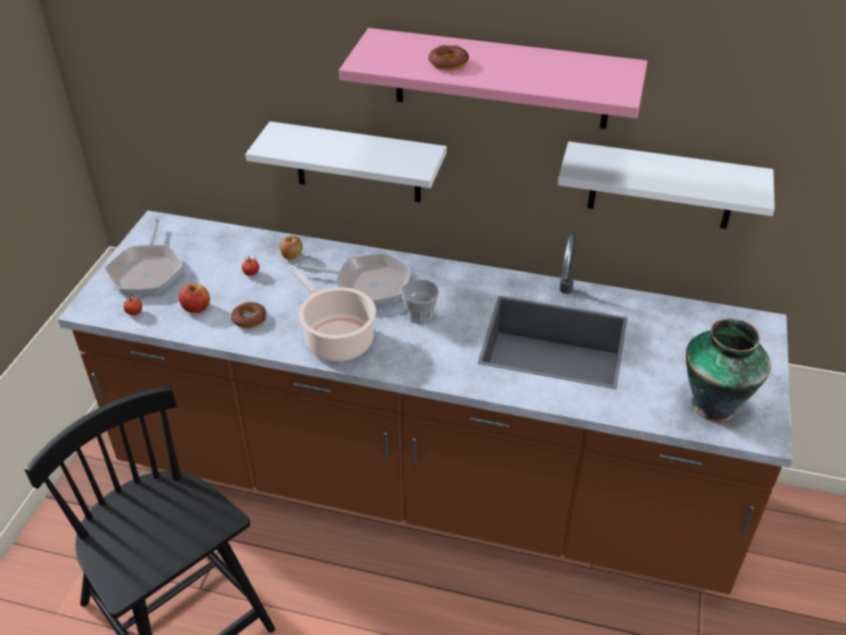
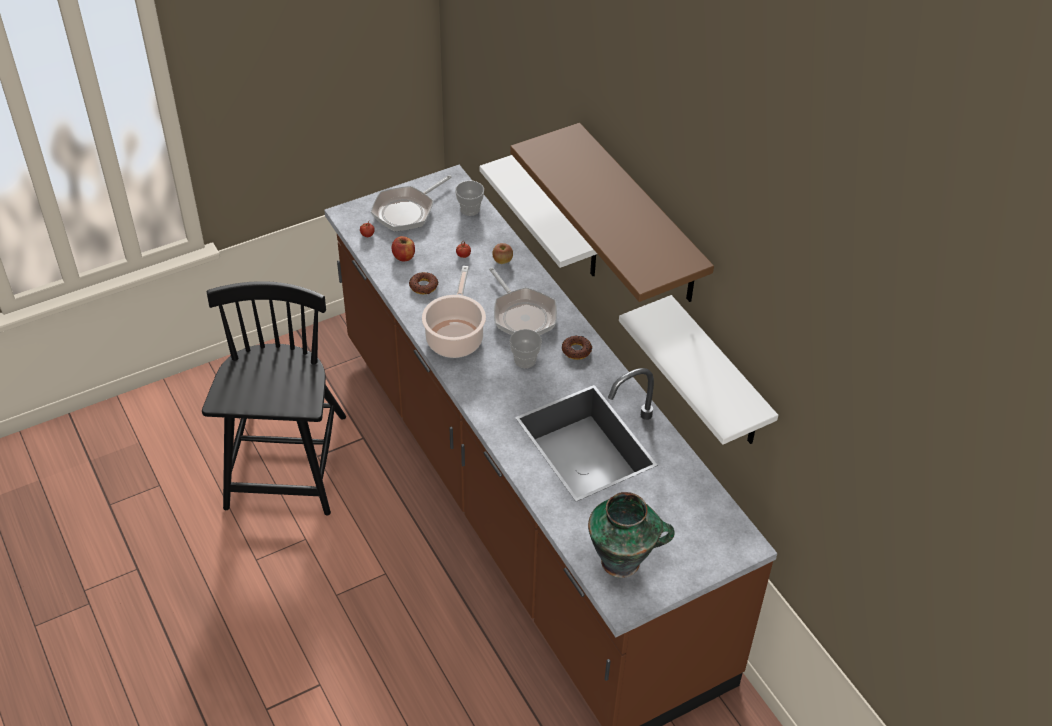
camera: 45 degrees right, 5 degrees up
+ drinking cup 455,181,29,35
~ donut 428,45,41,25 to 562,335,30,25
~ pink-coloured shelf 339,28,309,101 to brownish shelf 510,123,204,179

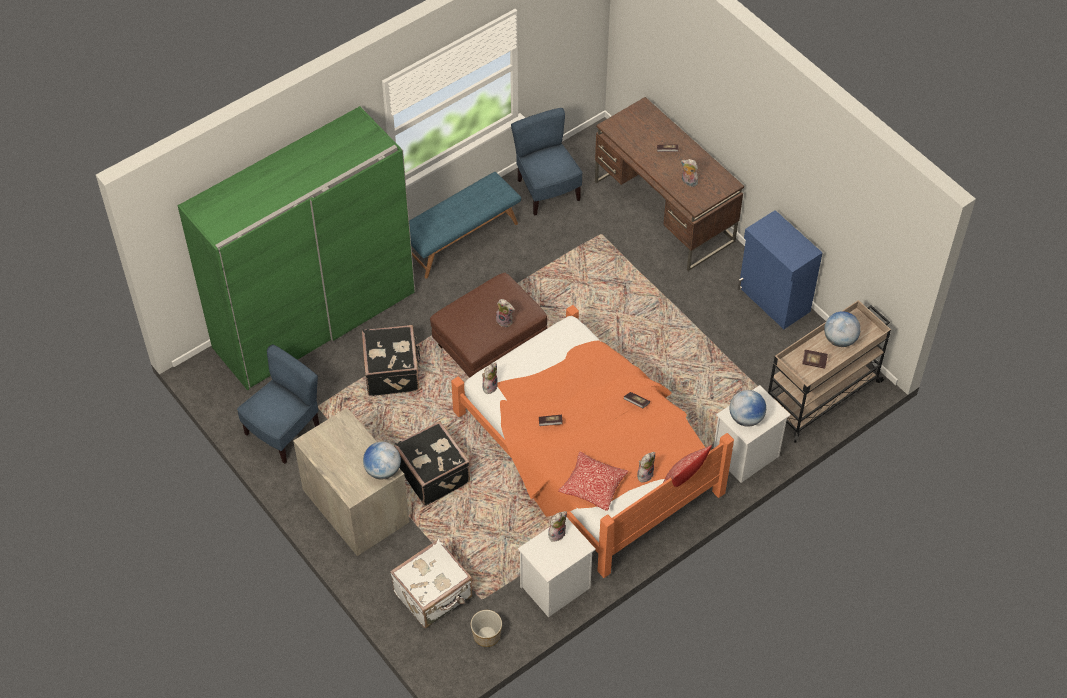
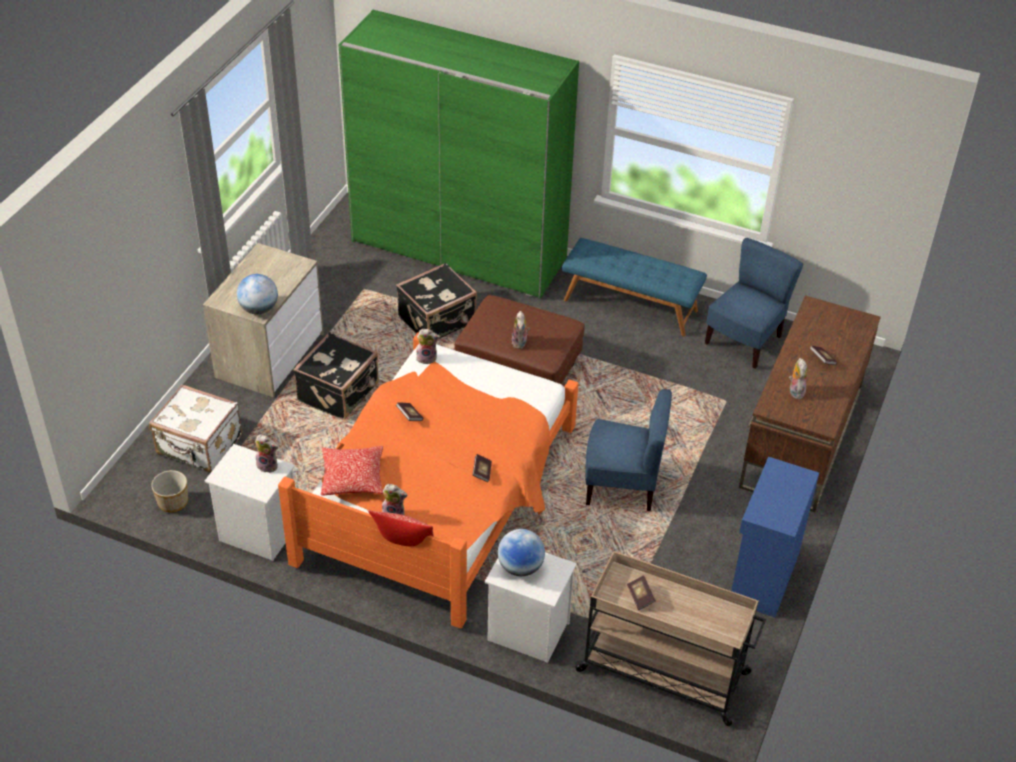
camera: 60 degrees right, 10 degrees down
- world globe 824,311,37,36
~ bluish upright chair 237,344,82,120 to 585,389,87,122

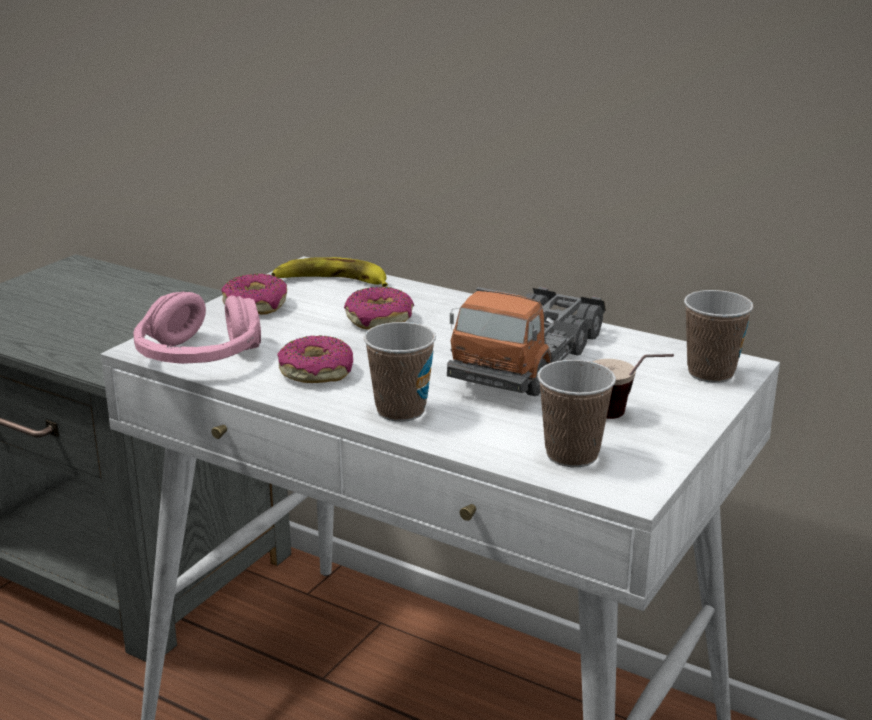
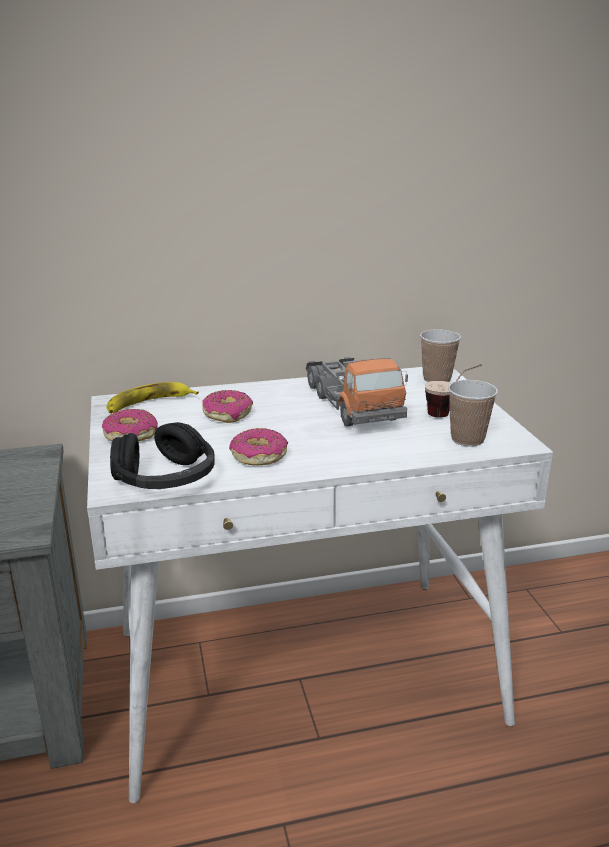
camera: 45 degrees left, 0 degrees up
- drinking cup 363,322,73,100
~ pink-coloured headset 133,292,128,72 to black headset 110,422,105,67

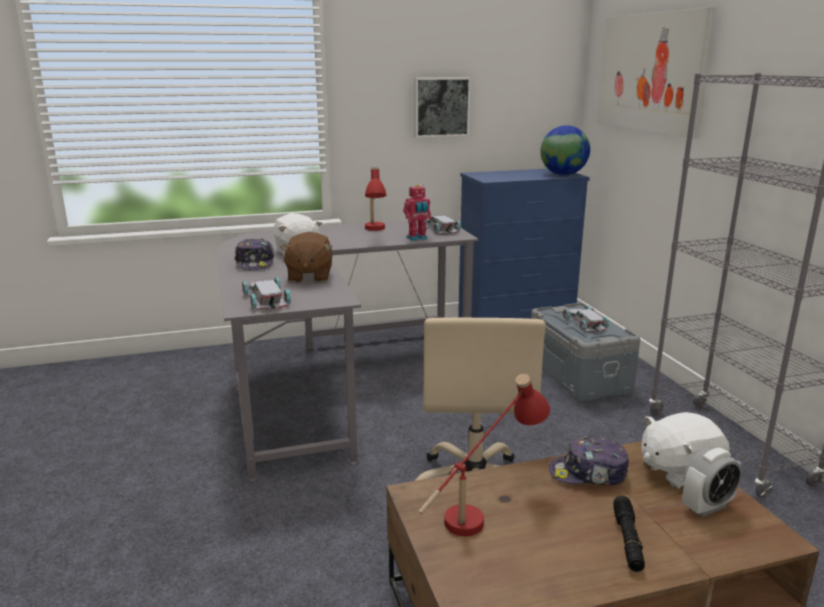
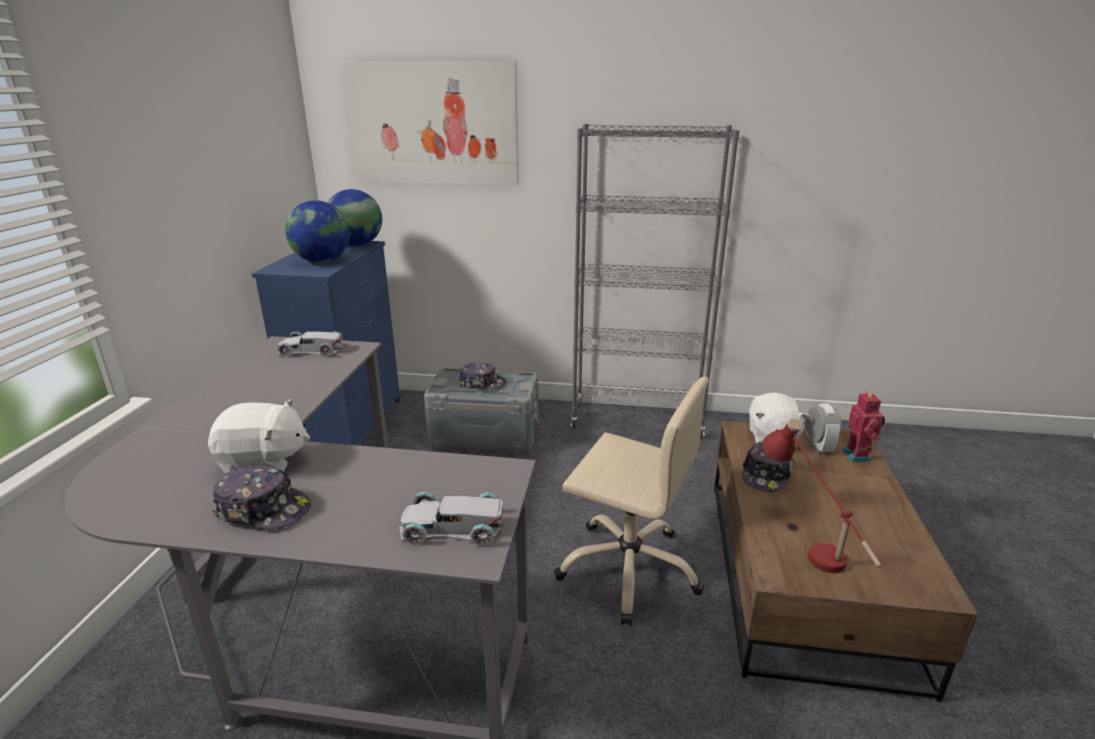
camera: 65 degrees left, 5 degrees up
- brownish soft toy 280,232,53,50
- red-coloured table lamp 365,167,21,64
- picture 414,77,57,61
- black hand torch 613,496,32,76
+ world globe 285,200,65,63
~ model robot 403,185,29,56 to 842,390,43,72
~ white-coloured model car 563,306,46,26 to cap 460,362,47,27

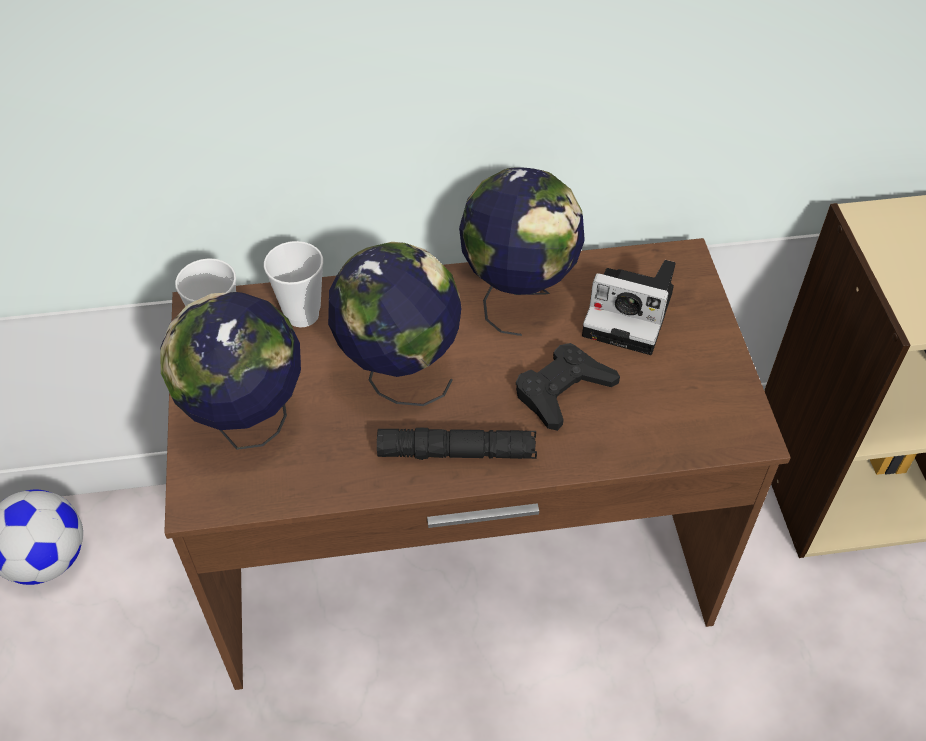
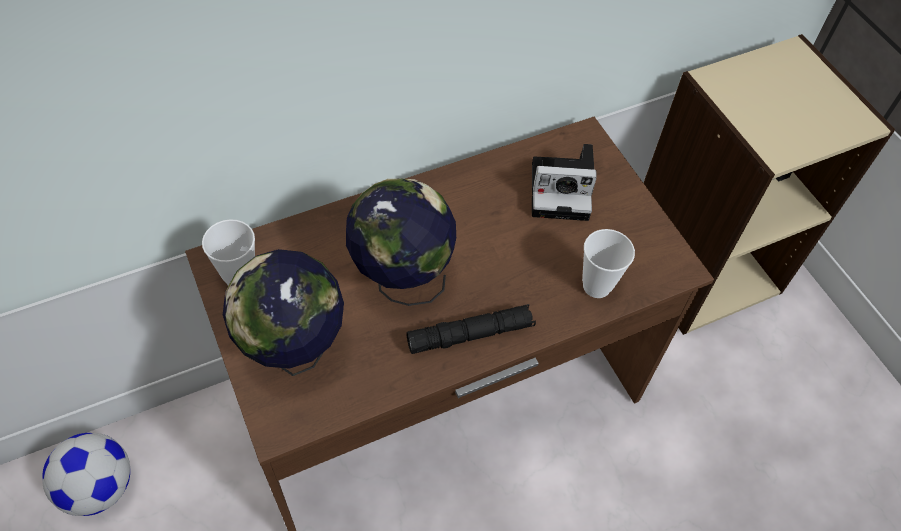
camera: 20 degrees left, 5 degrees up
- world globe 459,167,126,169
- black game controller 516,343,104,88
~ drinking cup 264,241,59,86 to 582,229,53,69

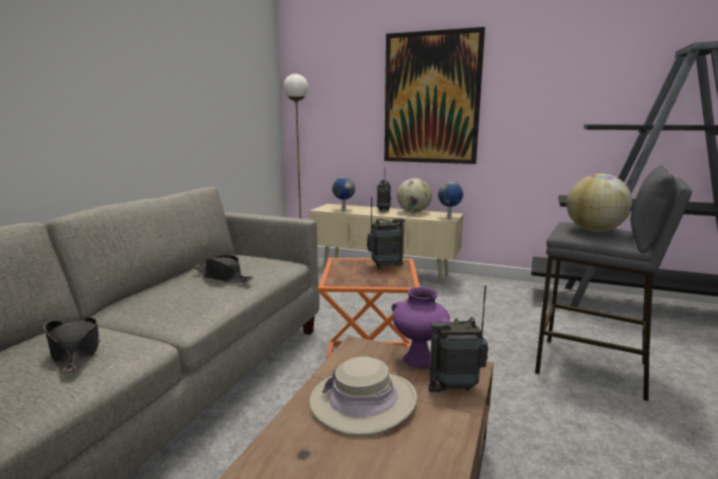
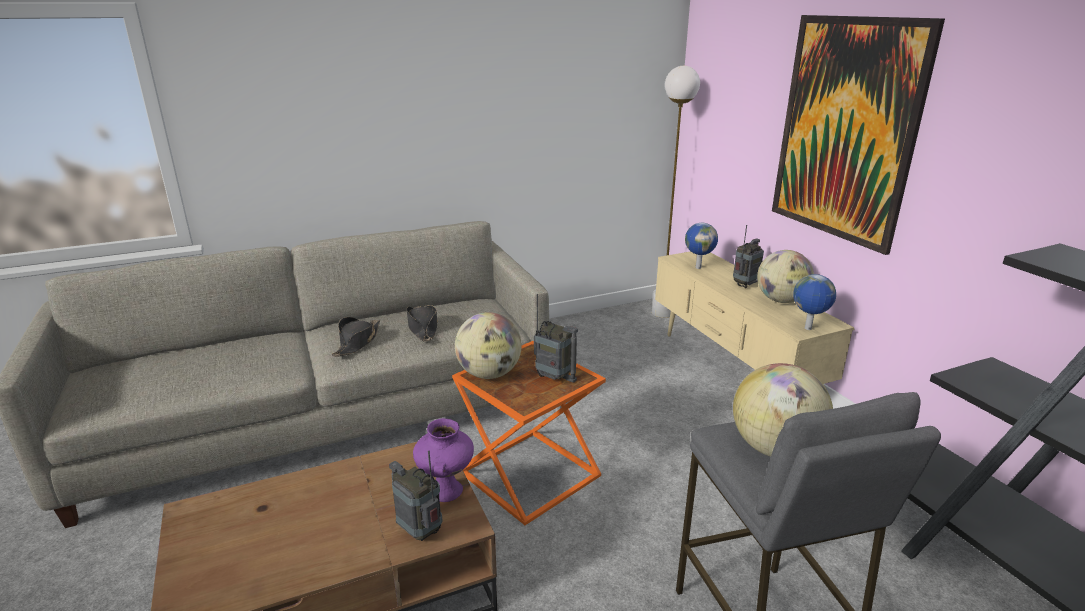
camera: 45 degrees right, 10 degrees up
- sand-coloured clothing hat 309,356,108,81
+ world globe 455,312,67,67
~ black clothing hat 44,317,56,57 to 332,317,48,40

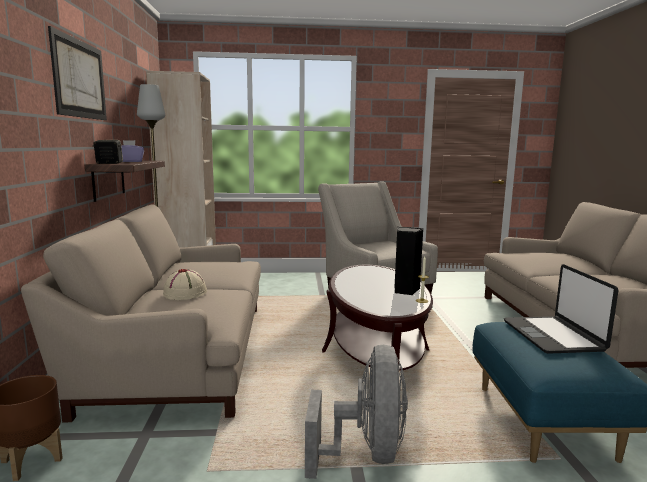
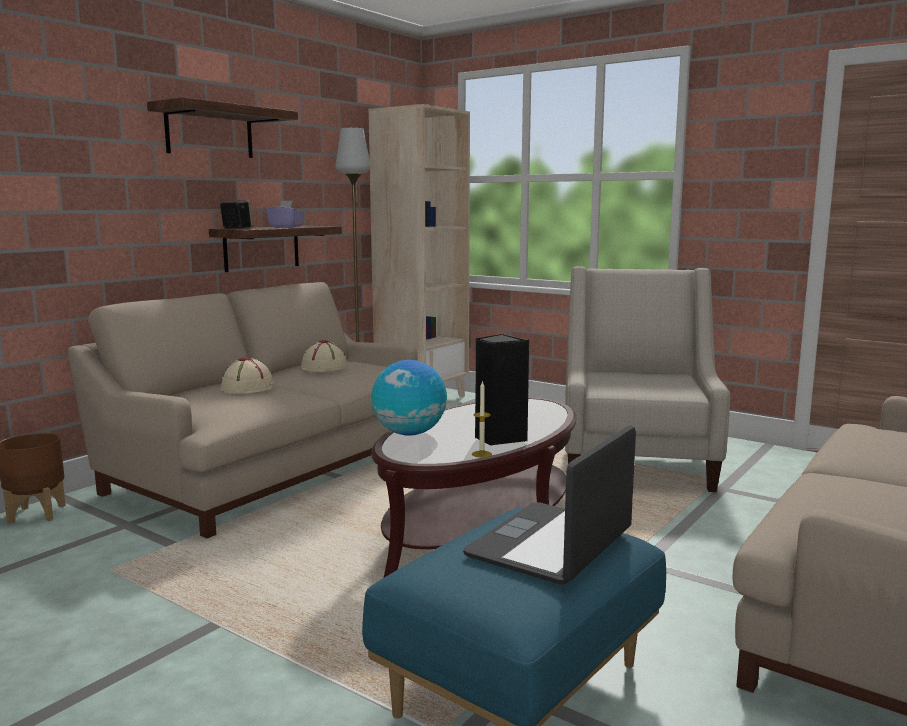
camera: 40 degrees right, 0 degrees up
- greyish electric fan 305,345,103,134
+ sand-coloured clothing hat 301,340,47,32
+ world globe 371,360,76,76
~ picture 48,26,59,94 to shelf 147,97,151,61

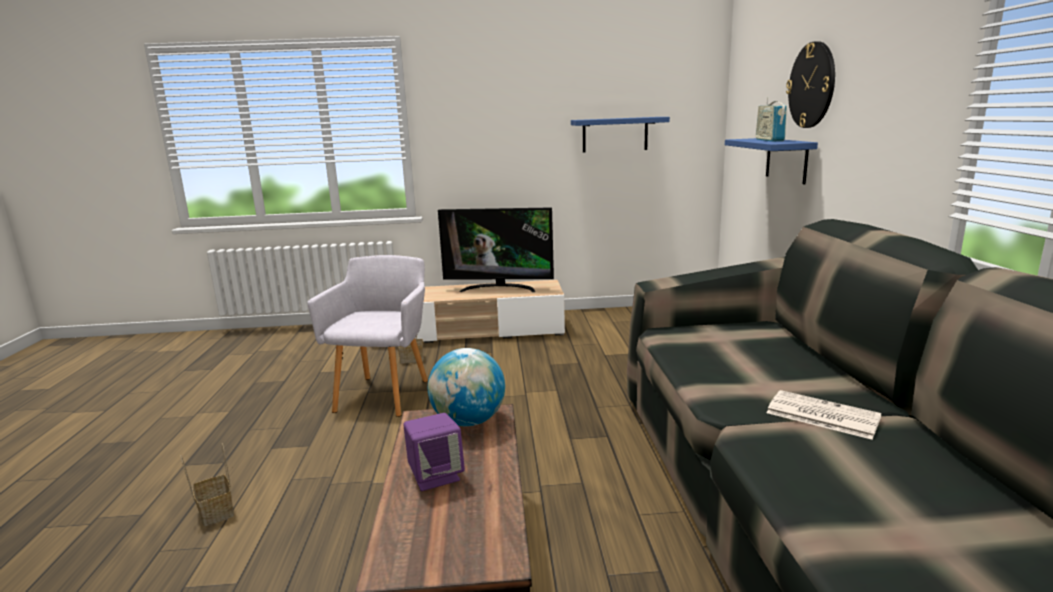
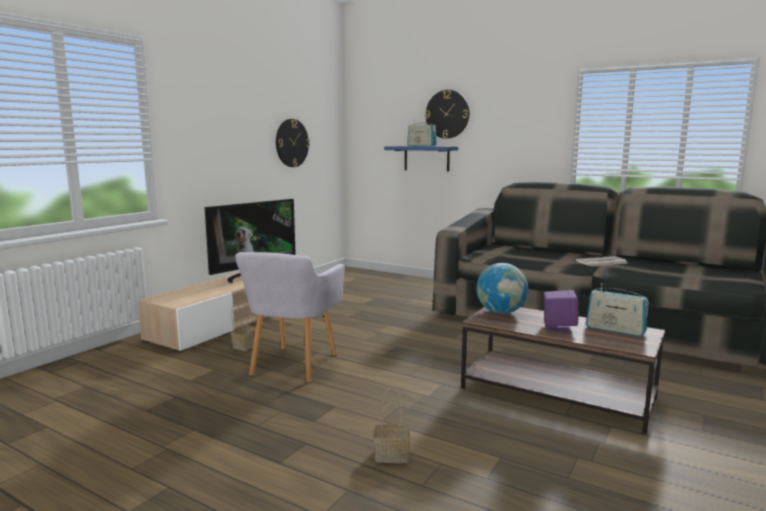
camera: 55 degrees left, 5 degrees down
+ radio receiver 586,283,63,54
~ bluish shelf 571,117,99,36 to clock on the wall 276,119,34,48
~ greyish lounge chair 307,255,121,162 = 235,252,110,131 120 degrees counterclockwise

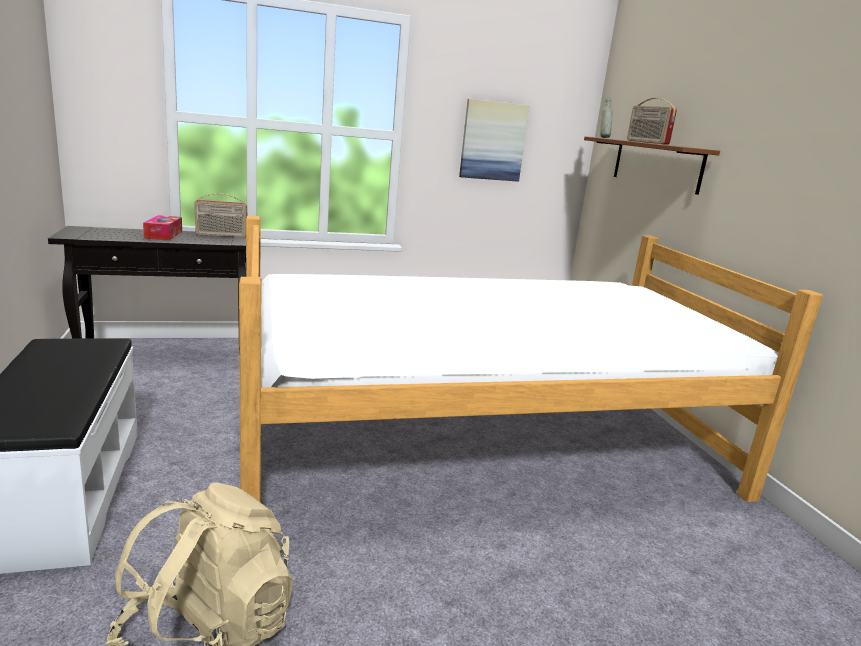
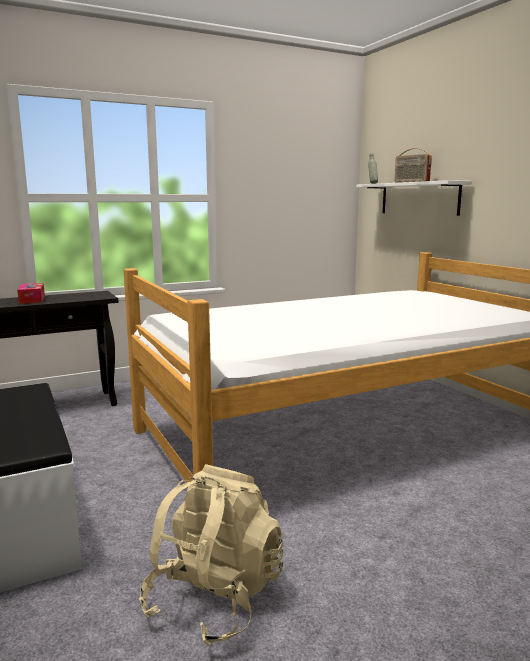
camera: 10 degrees left, 5 degrees down
- radio receiver 194,193,54,44
- picture 459,99,71,83
~ brownish shelf 584,136,136,59 to white-coloured shelf 357,180,115,36

